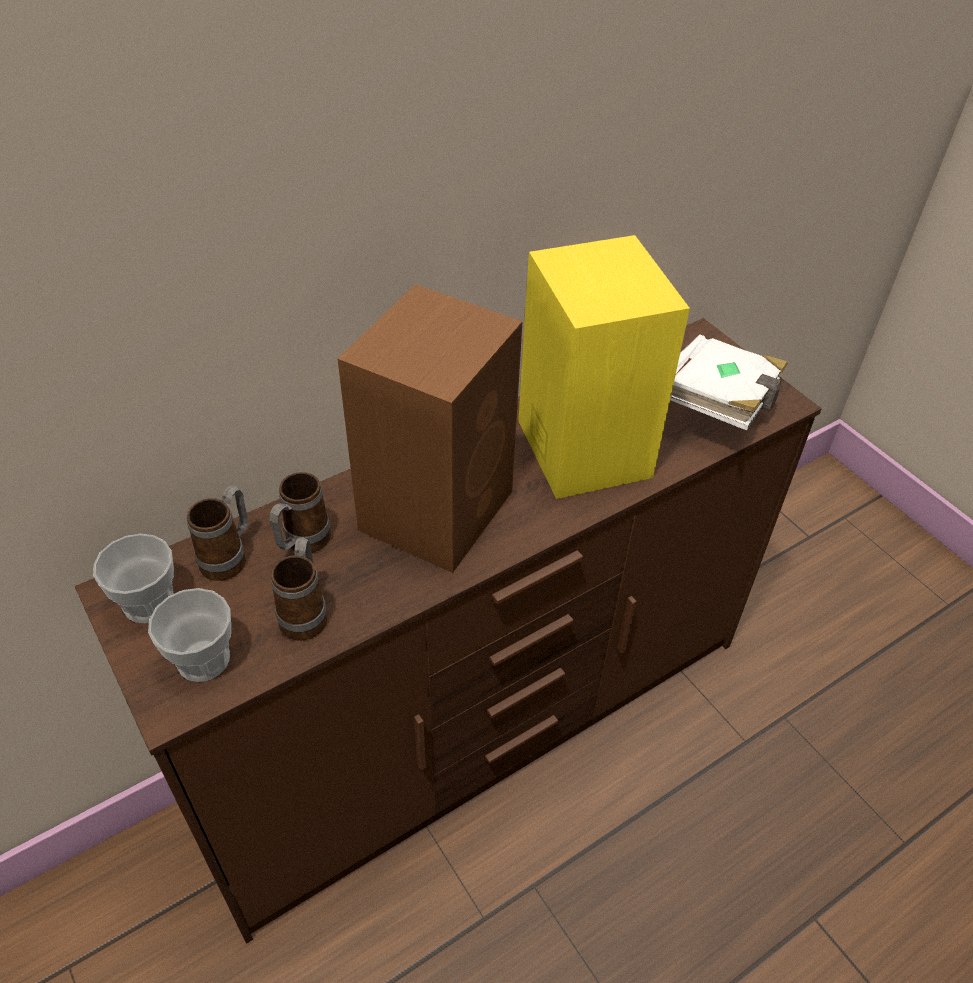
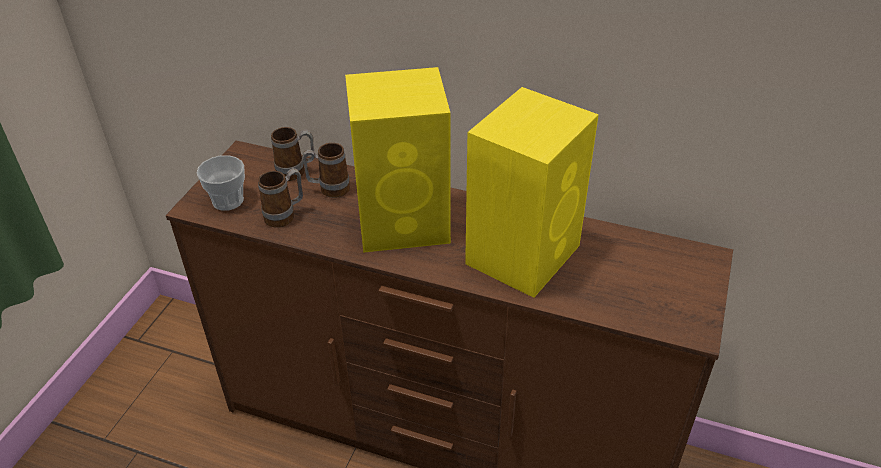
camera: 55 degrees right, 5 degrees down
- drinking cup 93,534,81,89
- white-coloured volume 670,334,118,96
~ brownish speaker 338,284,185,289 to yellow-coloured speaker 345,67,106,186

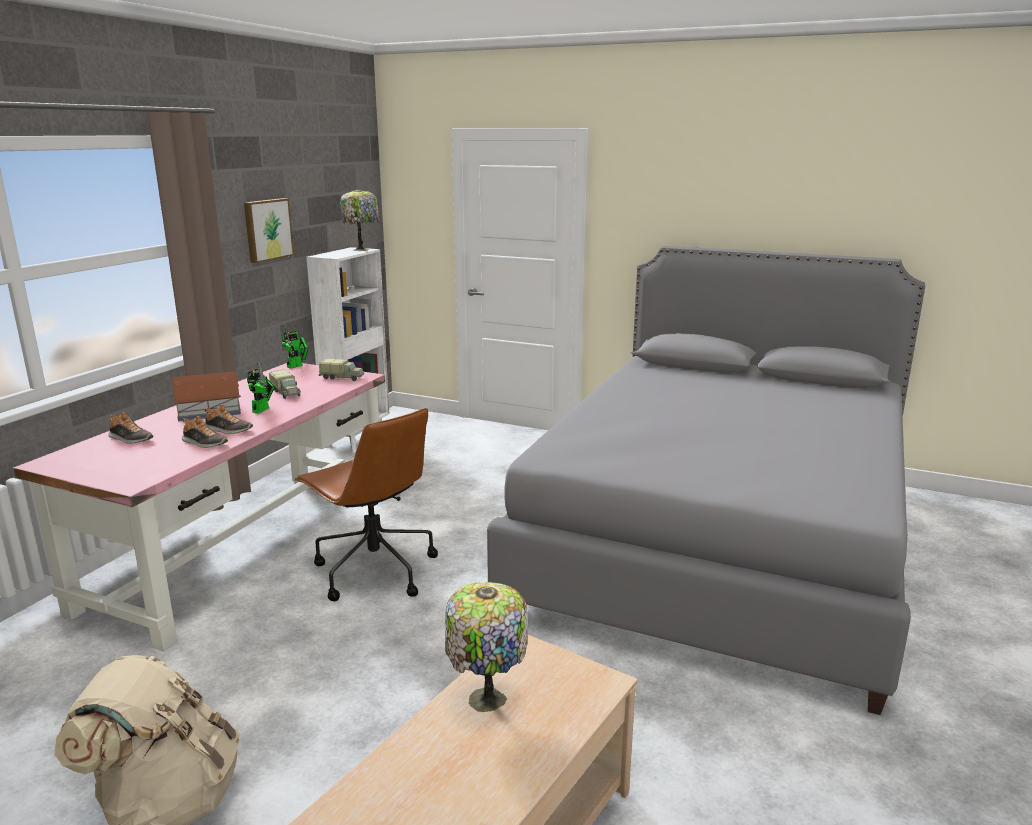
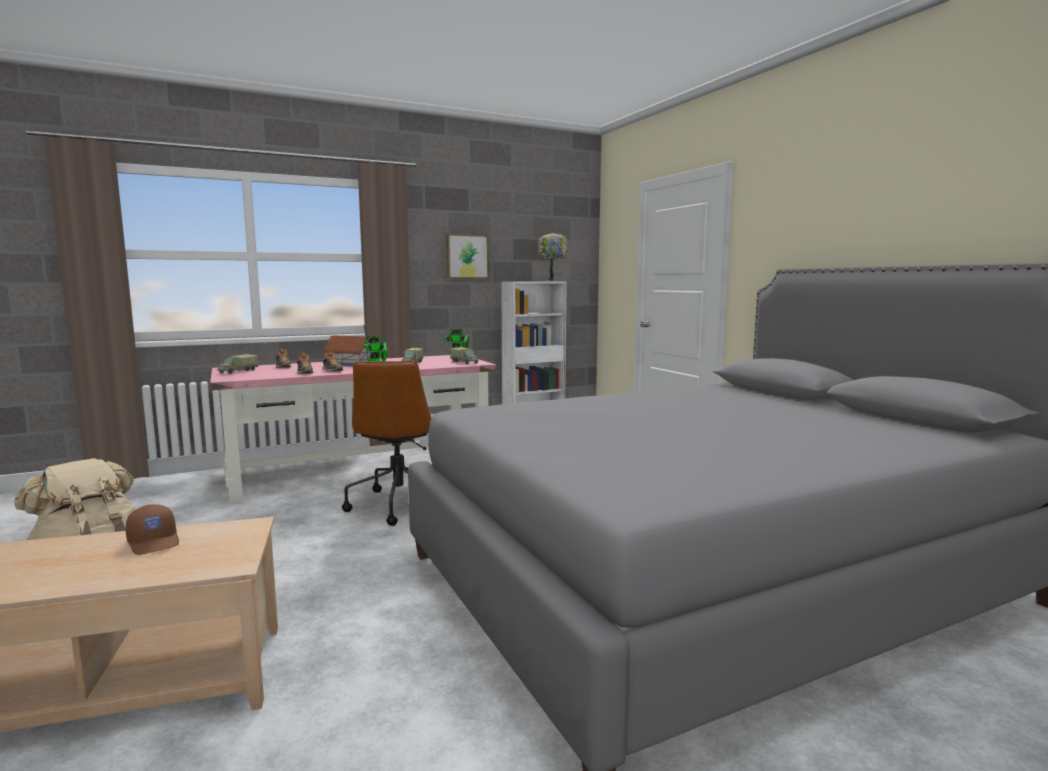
camera: 40 degrees right, 10 degrees down
+ toy truck 217,354,41,20
~ table lamp 445,582,83,130 to brownish cap 125,504,54,51

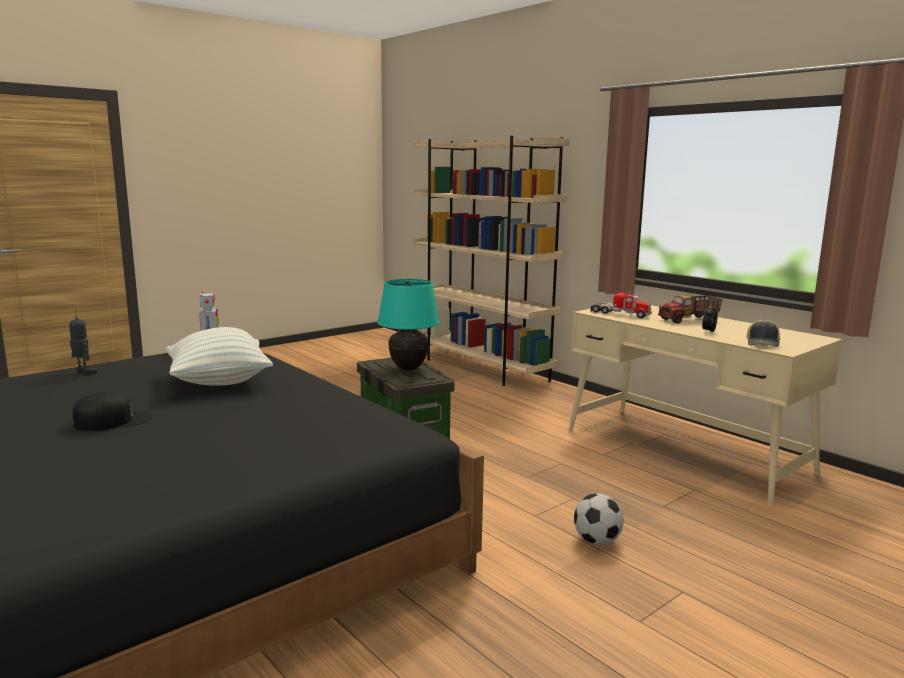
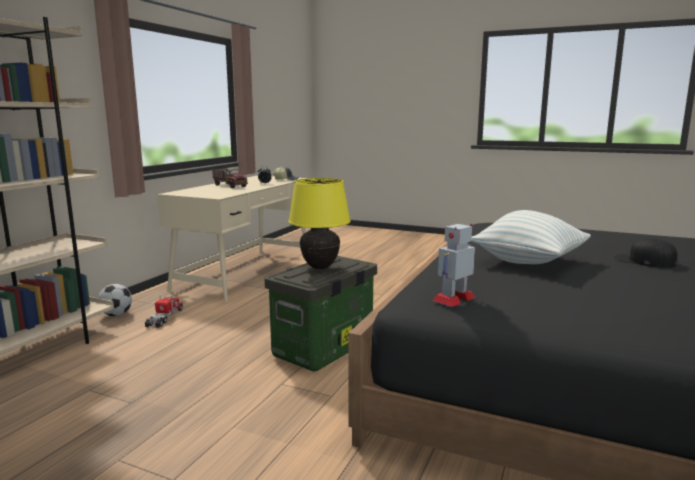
camera: 115 degrees left, 0 degrees up
- model robot 69,315,28,60
~ football 574,493,50,52 to 98,284,34,32
~ toy truck 591,290,61,28 to 145,296,38,32
~ turquoise-coloured table lamp 377,279,63,91 to yellow-coloured table lamp 288,178,63,91

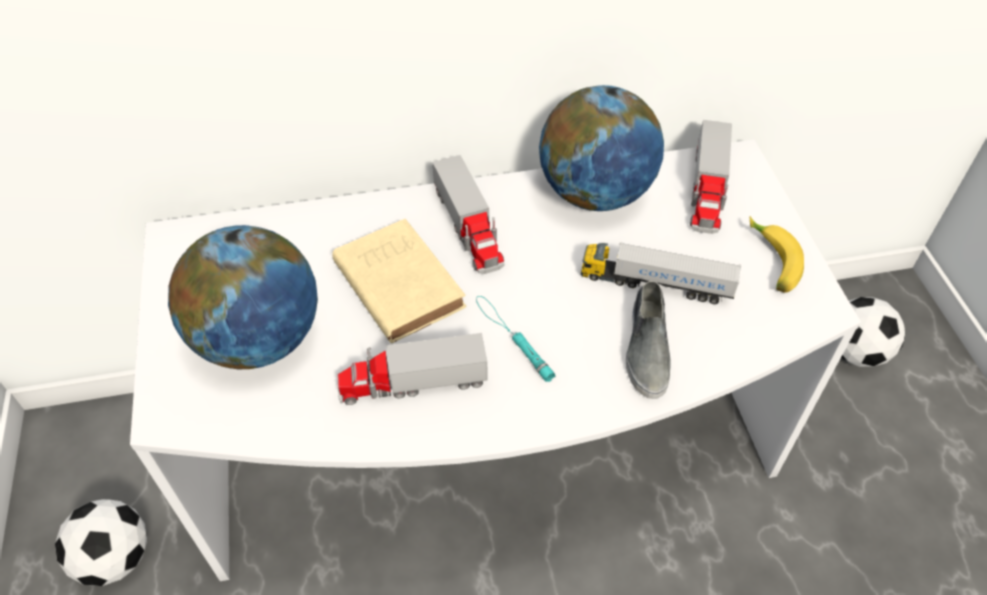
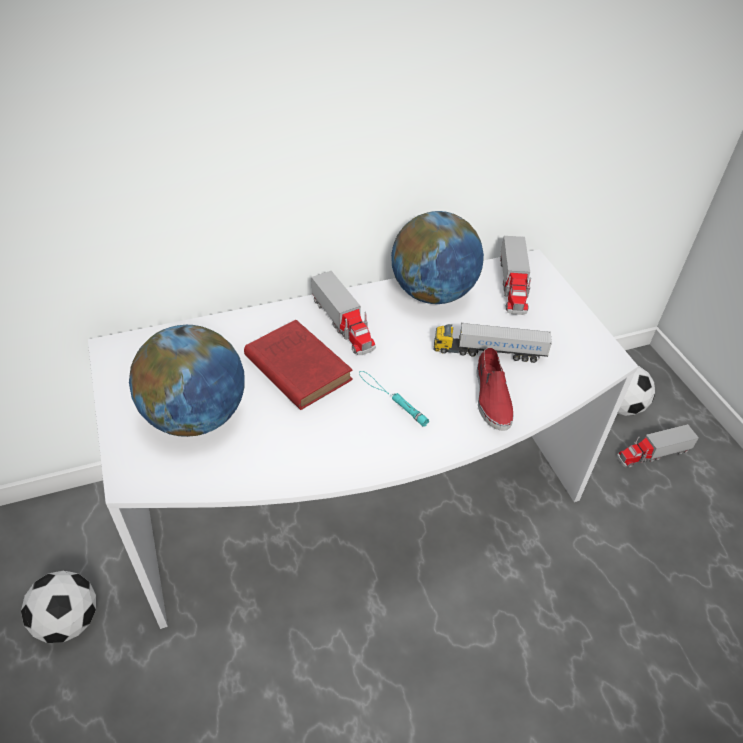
camera: 10 degrees left, 5 degrees down
- banana fruit 750,216,54,77
~ toy truck 337,333,151,72 to 617,424,82,44
~ sand-coloured volume 332,219,134,124 to red-coloured volume 244,320,109,90
~ greyish item of footwear 626,281,44,118 to red-coloured item of footwear 476,347,37,84

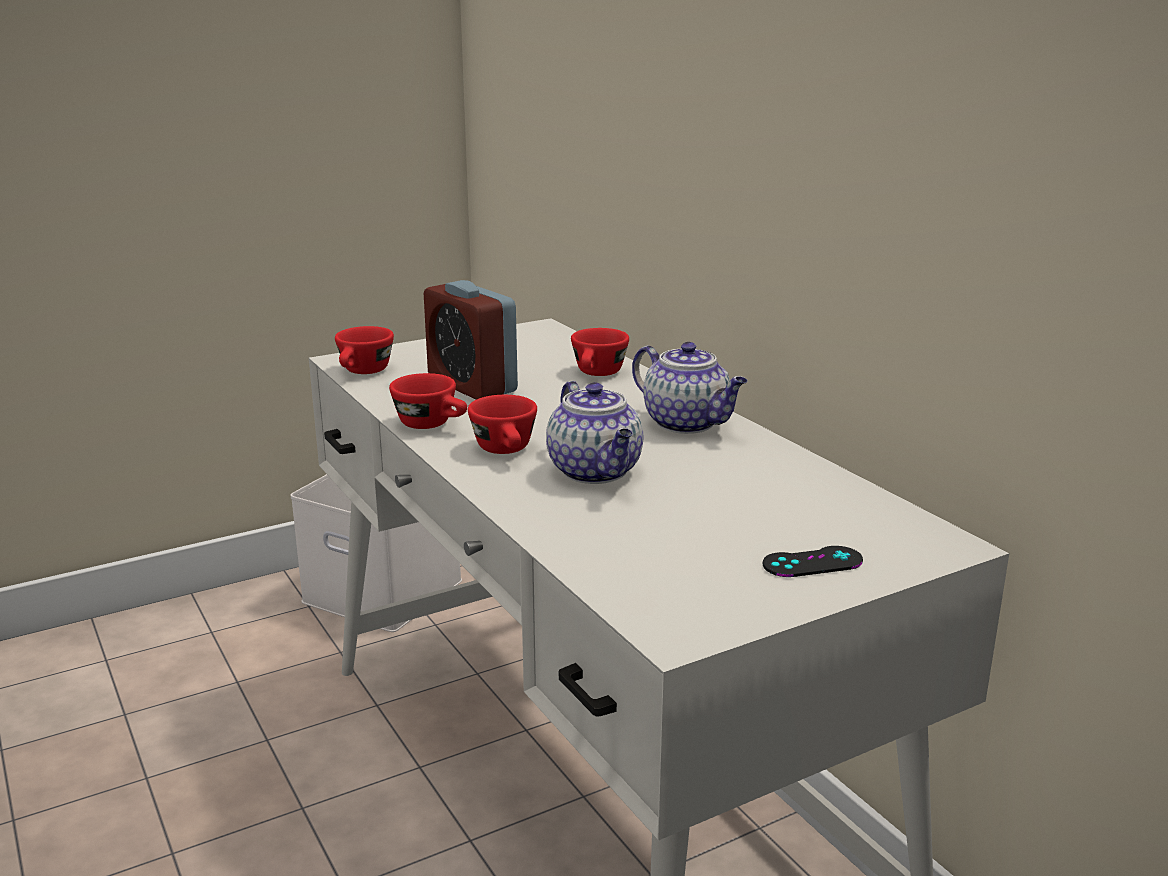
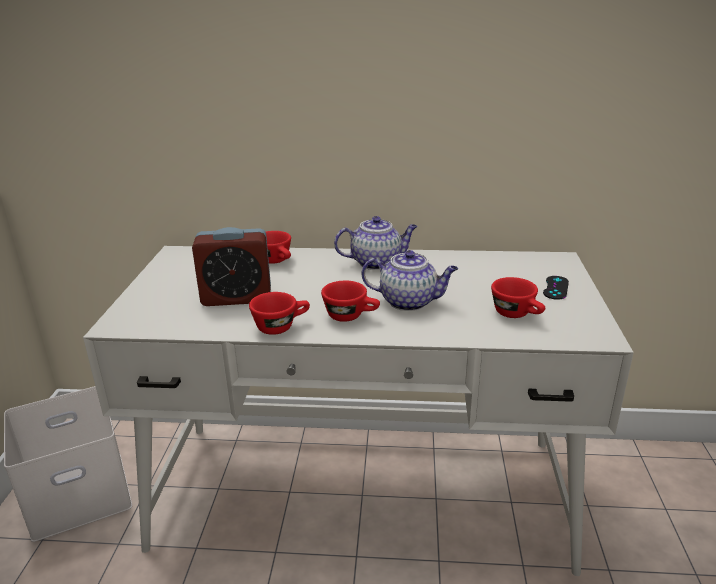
camera: 55 degrees left, 5 degrees up
~ red-coloured drinking cup 335,326,59,48 to 491,277,54,41

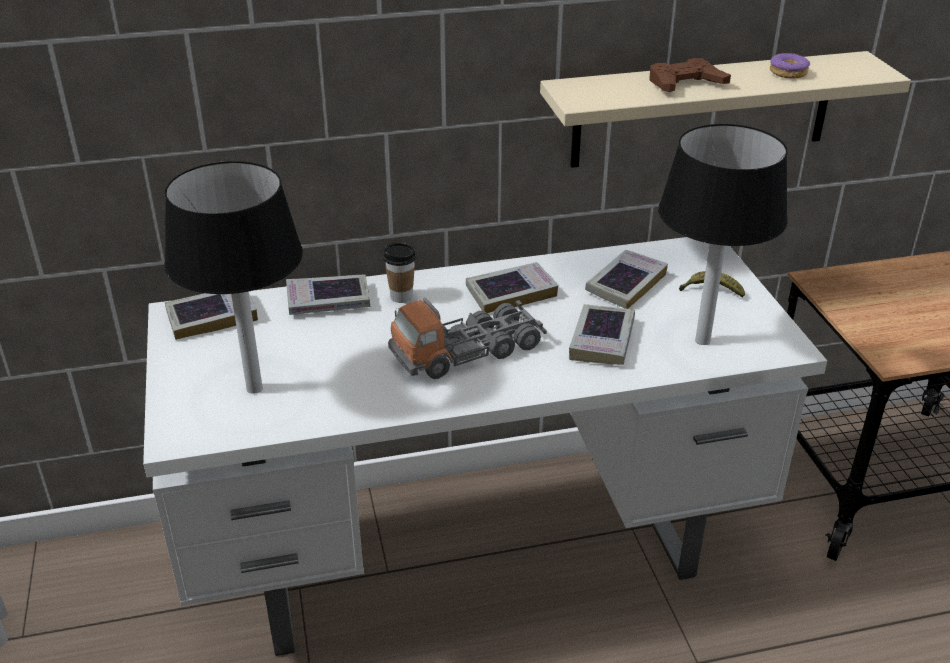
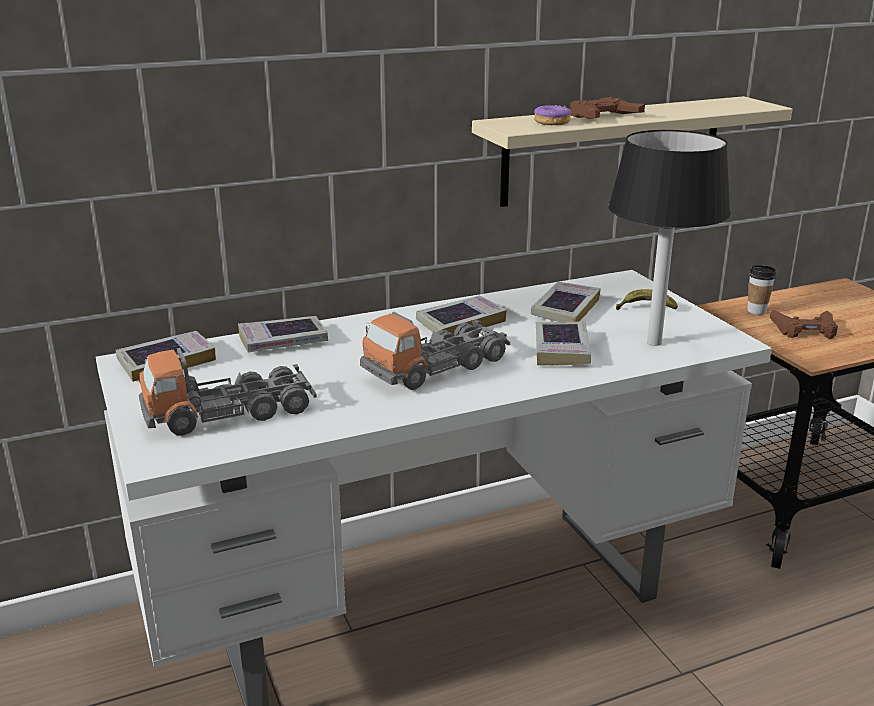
camera: 10 degrees left, 10 degrees down
+ brownish game controller 770,310,68,29
~ drinking cup 383,243,33,60 to 747,265,29,50
~ donut 770,53,40,26 to 534,105,38,20
~ black table lamp 164,161,139,233 to toy truck 139,348,178,88

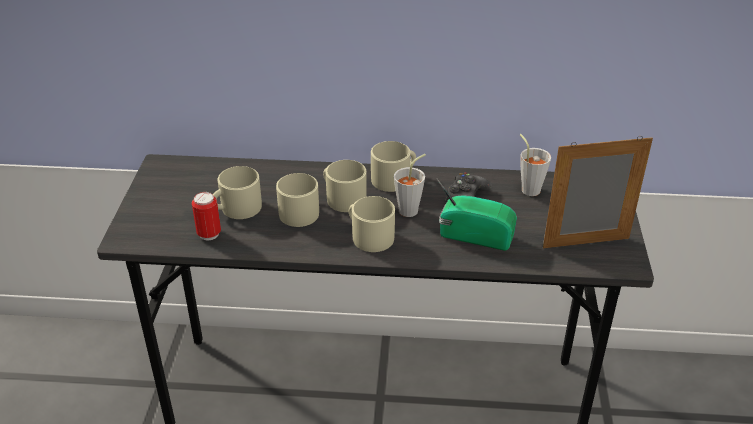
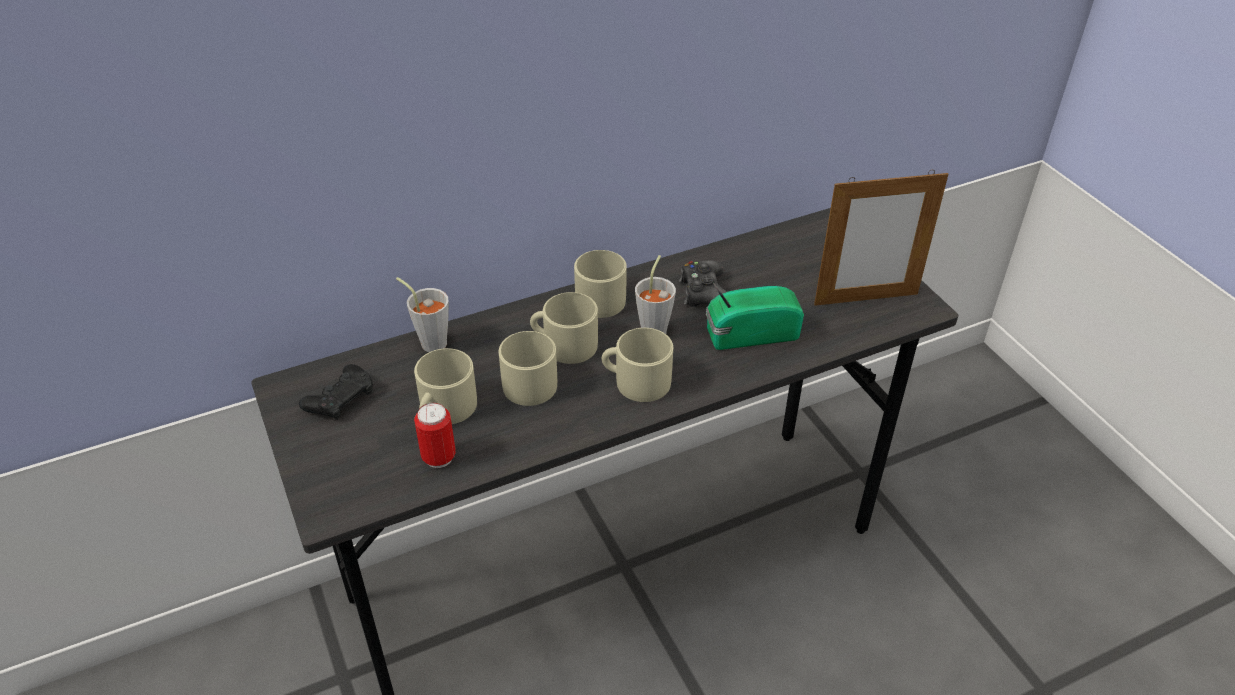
camera: 30 degrees left, 5 degrees up
+ black game controller 299,364,74,56
~ greyish drinking cup 520,134,31,62 to 396,277,53,75
~ photo frame 543,136,110,112 = 814,170,134,136 150 degrees counterclockwise

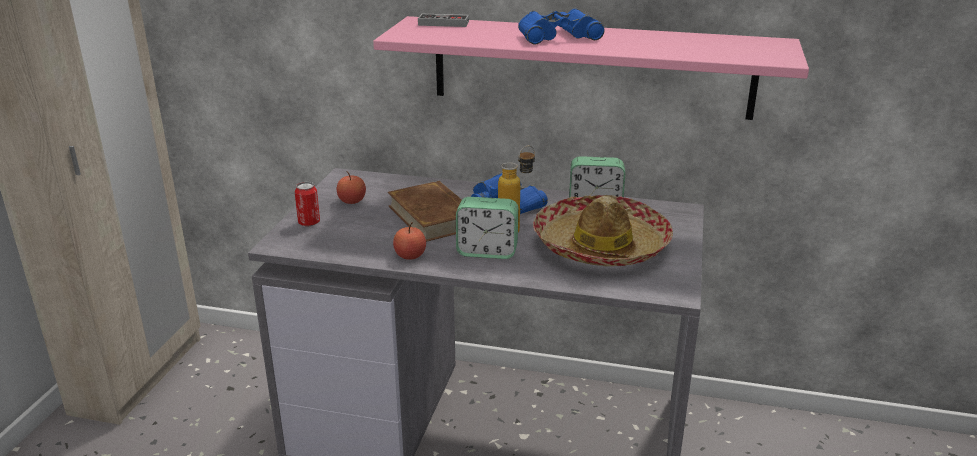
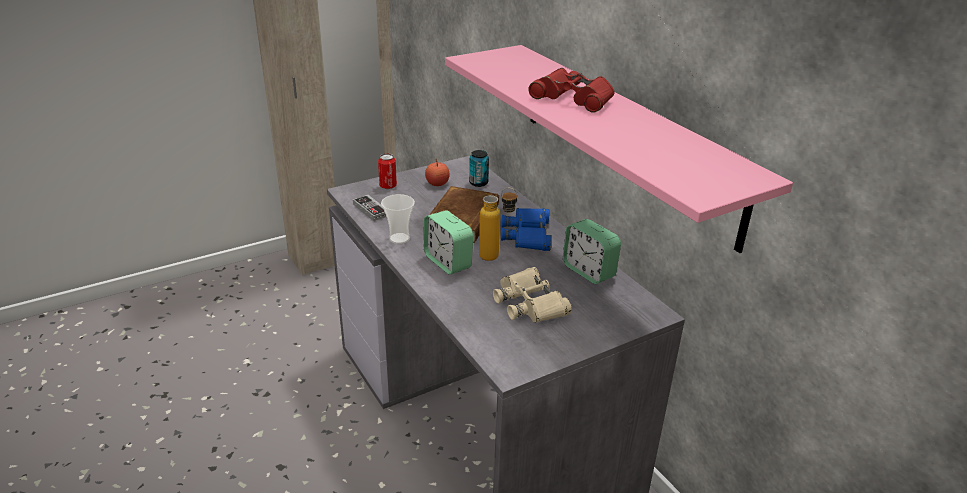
camera: 45 degrees right, 5 degrees up
+ can 469,150,20,37
~ game controller 418,14,51,13 to 353,195,33,26
~ apple 393,223,33,37 to drinking cup 381,194,34,50
~ clothing hat 533,195,140,71 to sand-coloured binoculars 493,267,79,56
~ bluish binoculars 518,8,87,37 to red-coloured binoculars 528,68,87,45

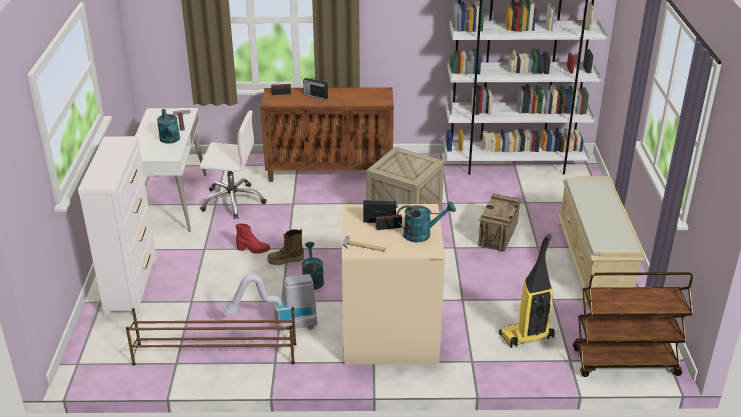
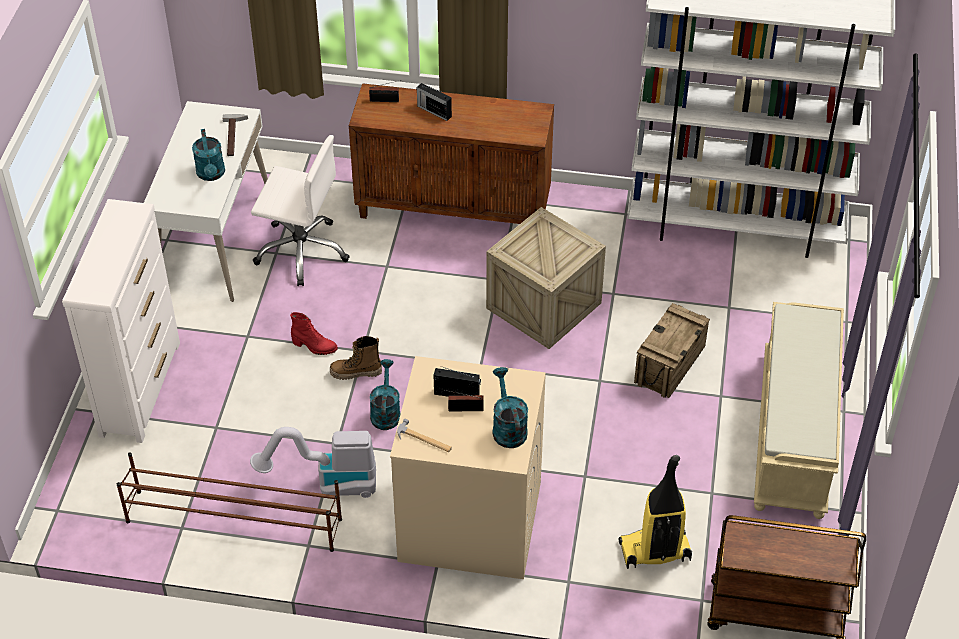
camera: 10 degrees right, 15 degrees up
~ turquoise-coloured watering pot 397,201,59,41 = 493,367,35,81 105 degrees counterclockwise

